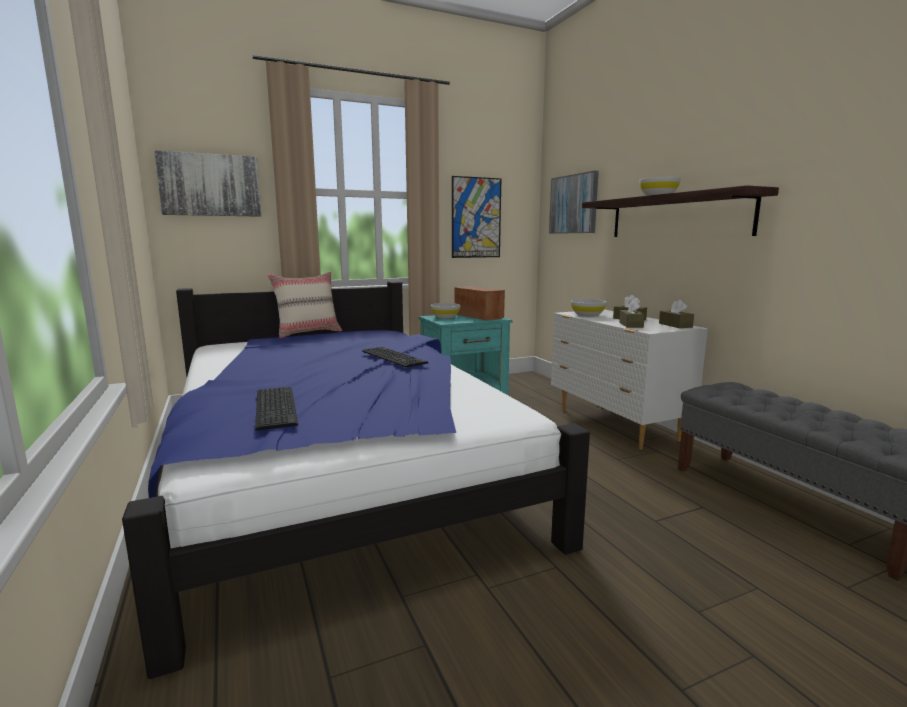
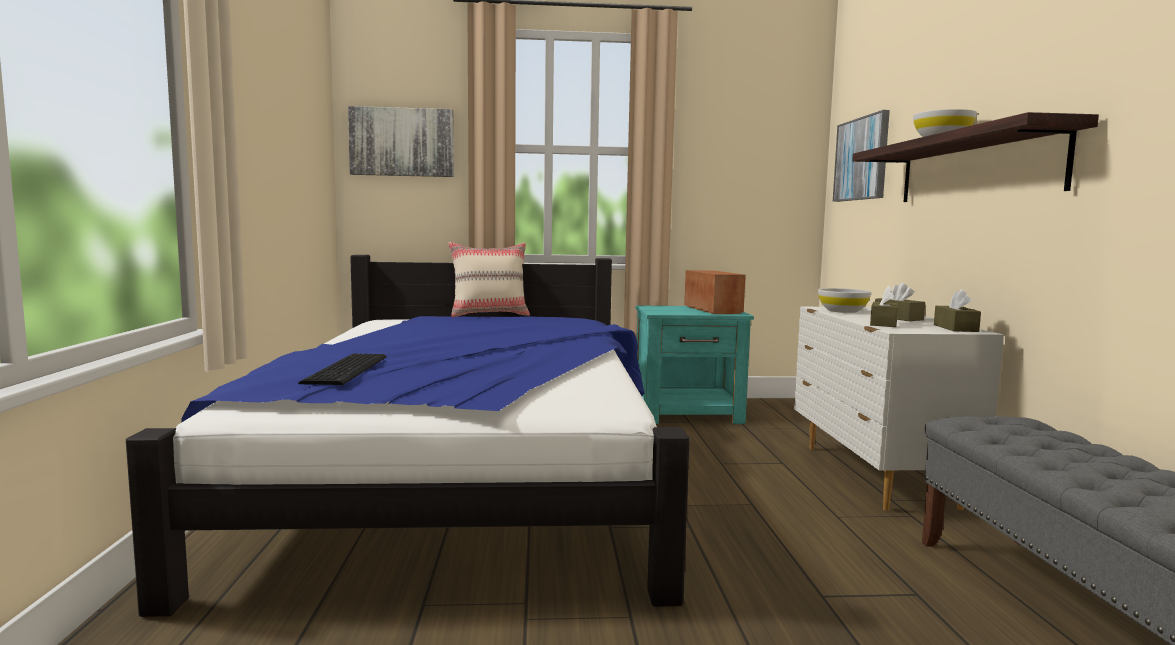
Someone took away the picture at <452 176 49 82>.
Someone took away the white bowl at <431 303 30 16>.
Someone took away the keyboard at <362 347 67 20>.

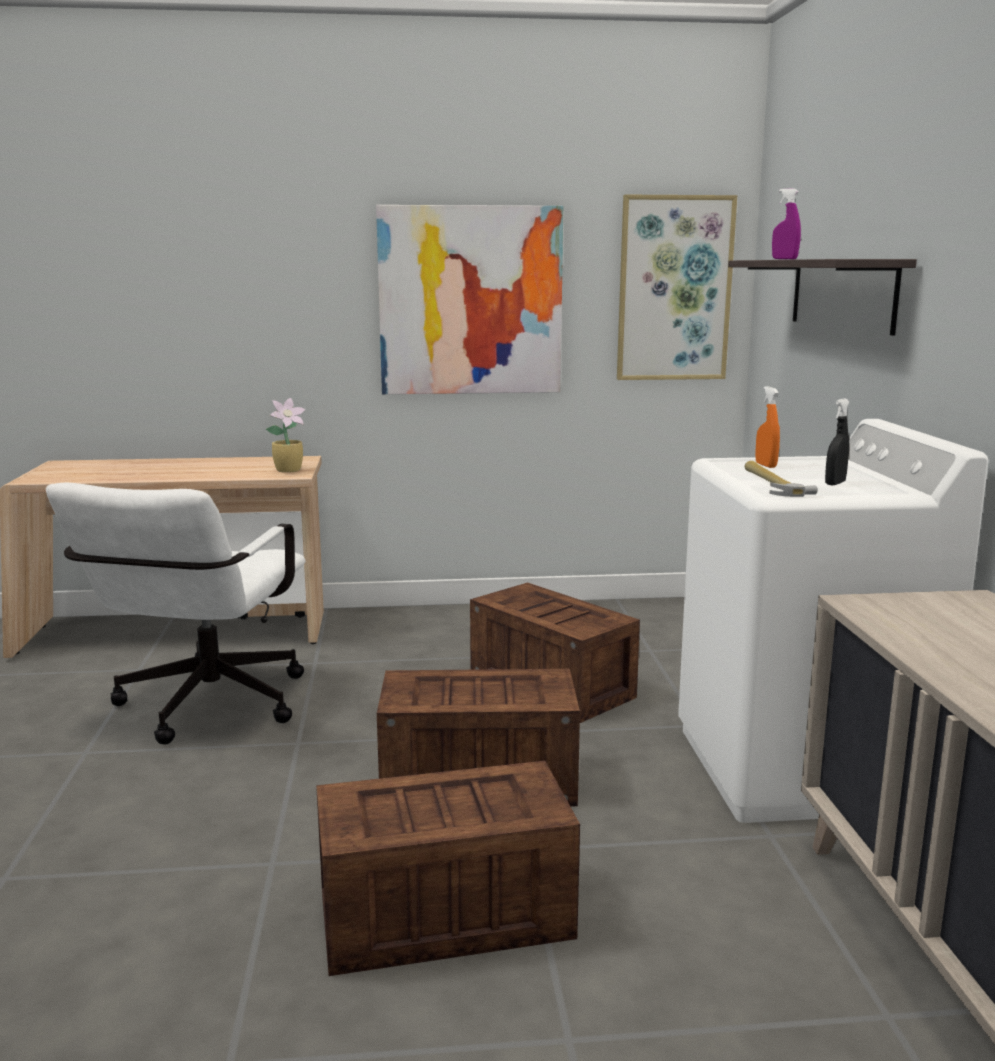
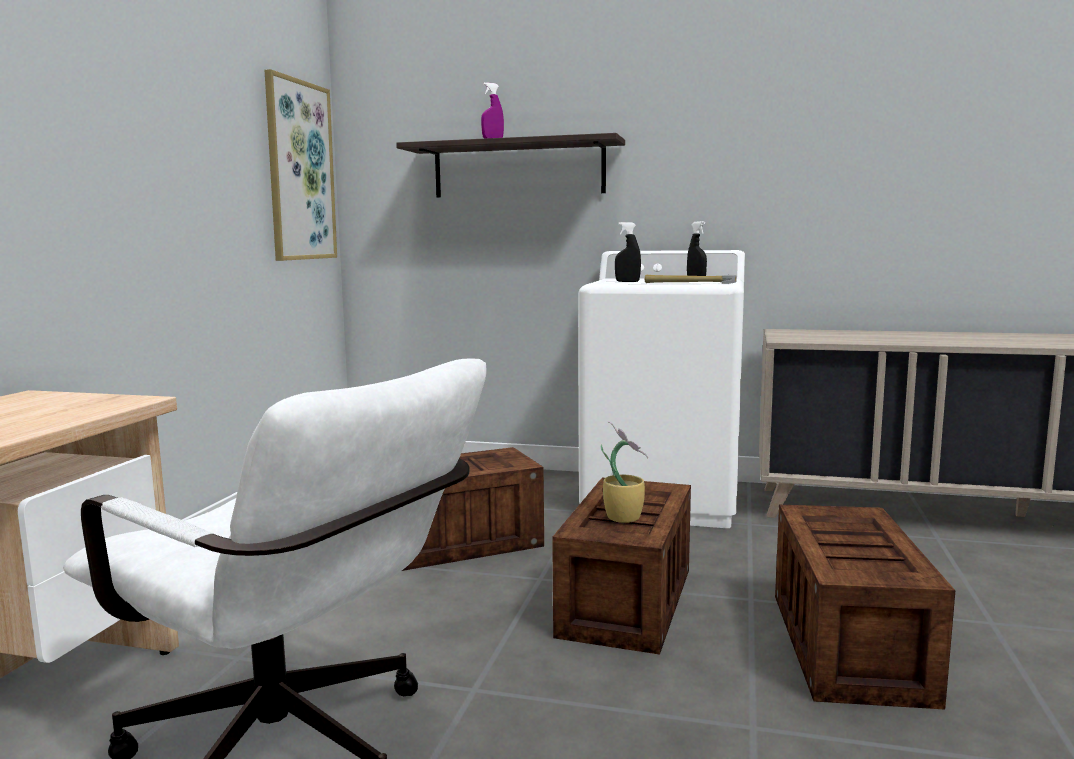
Someone took away the picture at <376 205 187 189>.
Someone repainted the orange spray bottle at <755 386 25 82>, which became the black spray bottle at <615 222 26 60>.
Someone carried the potted plant from <266 398 40 75> to <601 421 47 102>.

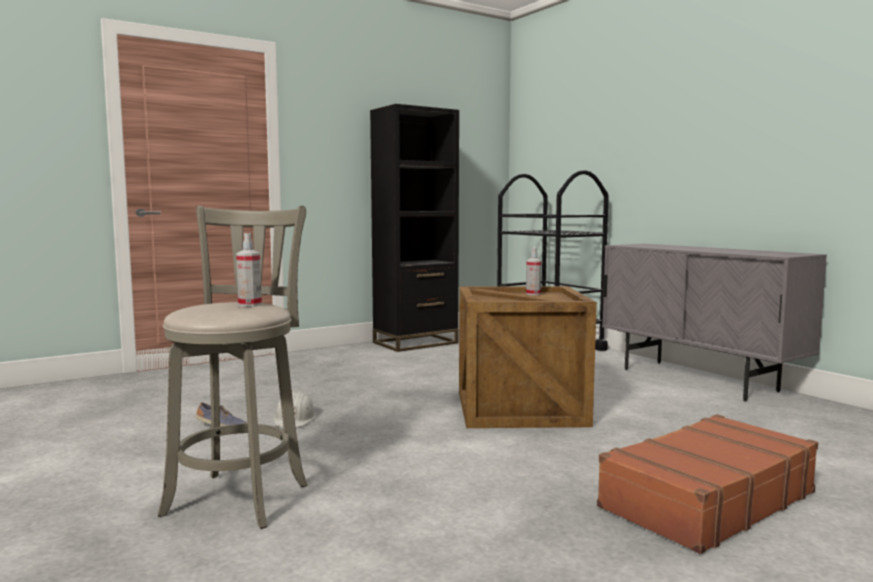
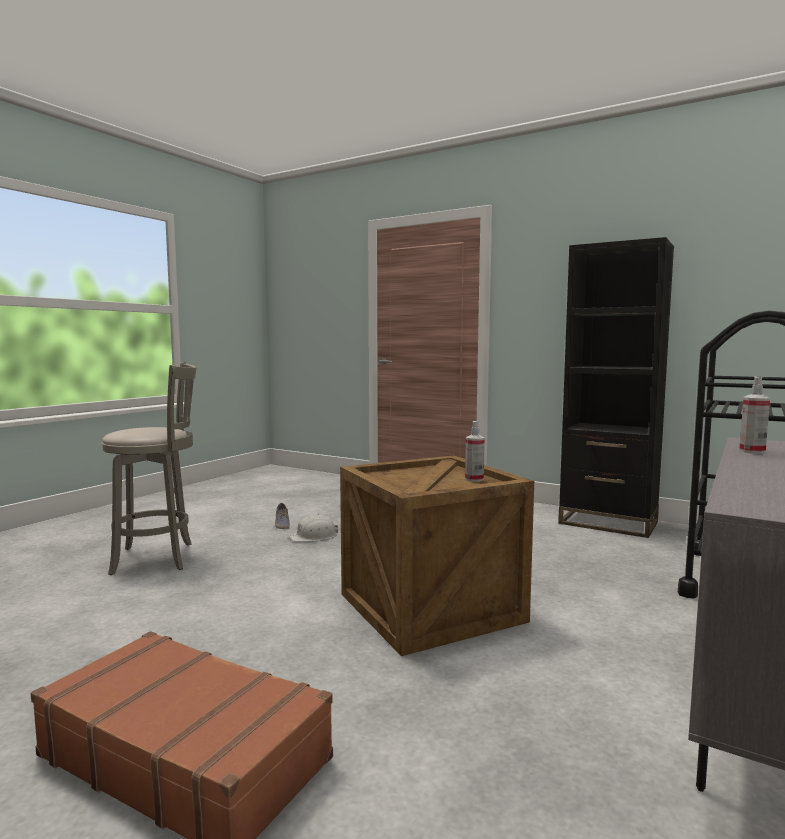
Someone carried the spray bottle from <236 233 26 74> to <739 377 31 77>.

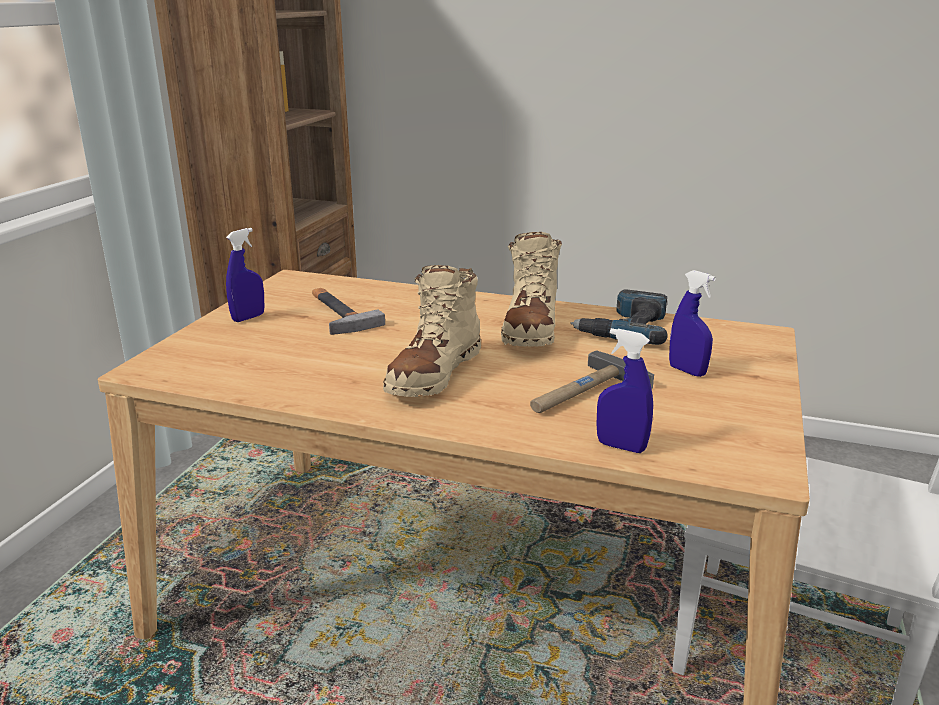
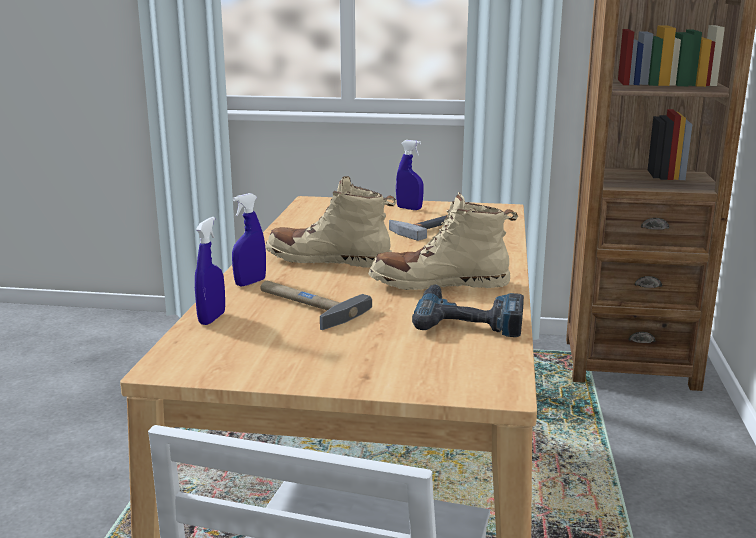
Someone carried the blue spray bottle from <669 270 47 107> to <232 193 34 94>.

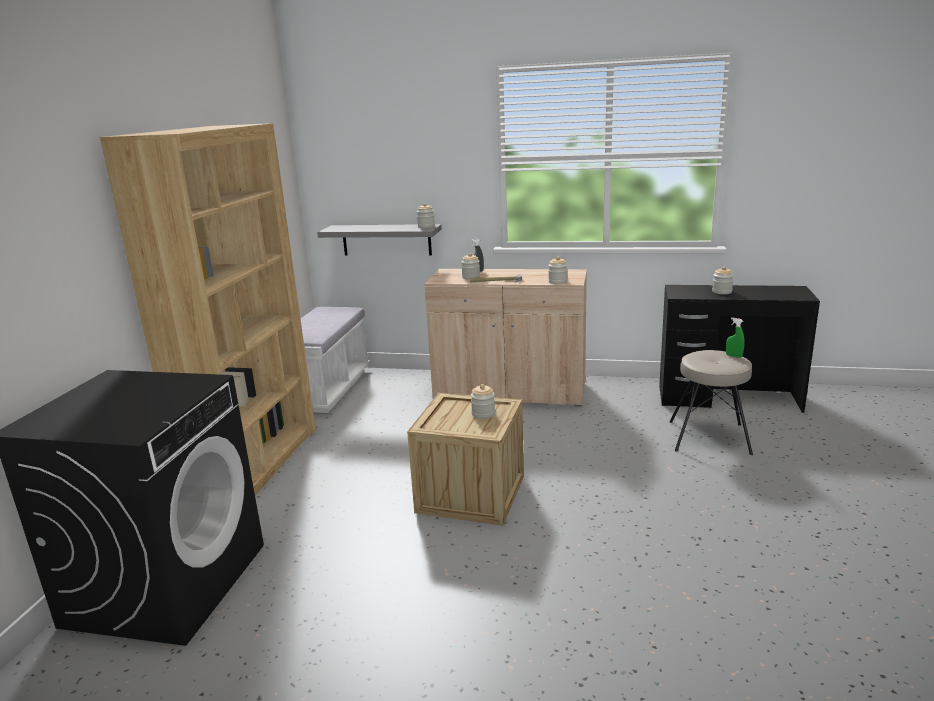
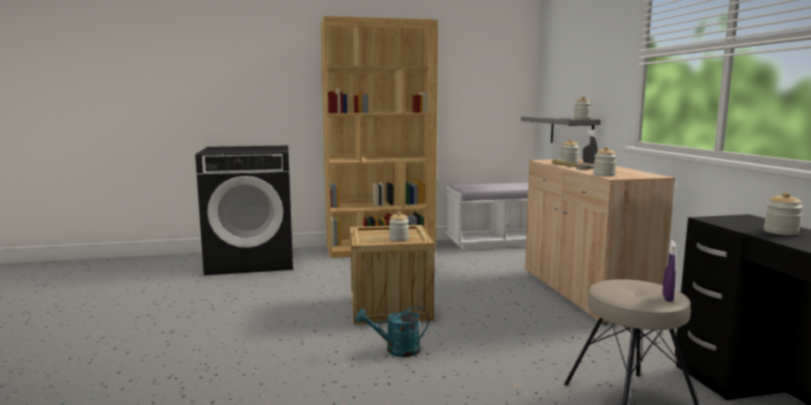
Someone repainted the green spray bottle at <726 318 19 40>, which became the purple spray bottle at <662 240 14 62>.
Someone put down the turquoise watering can at <356 306 73 51>.

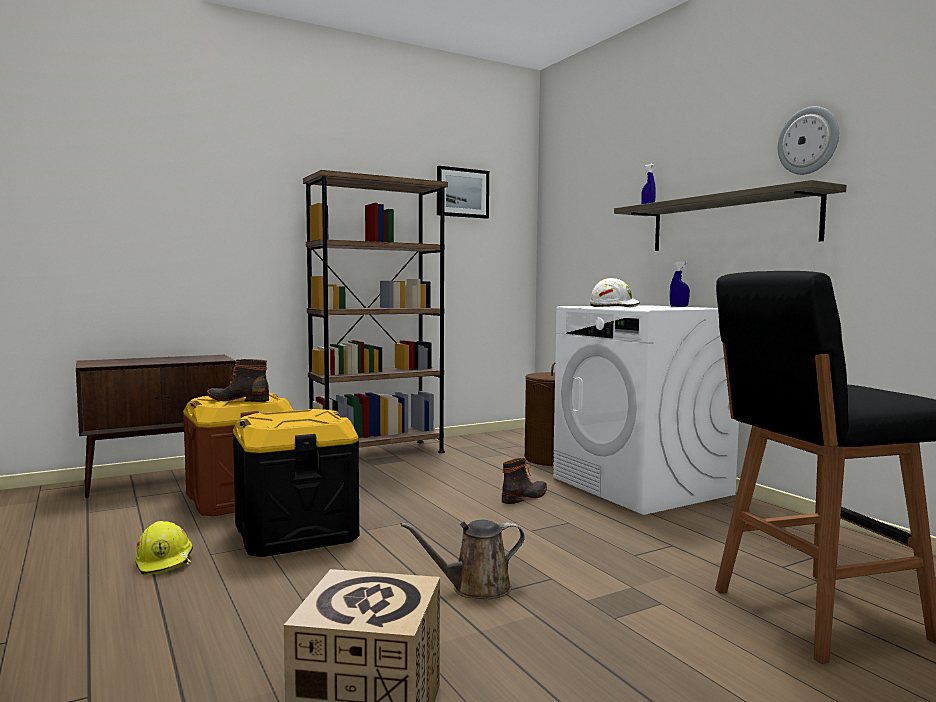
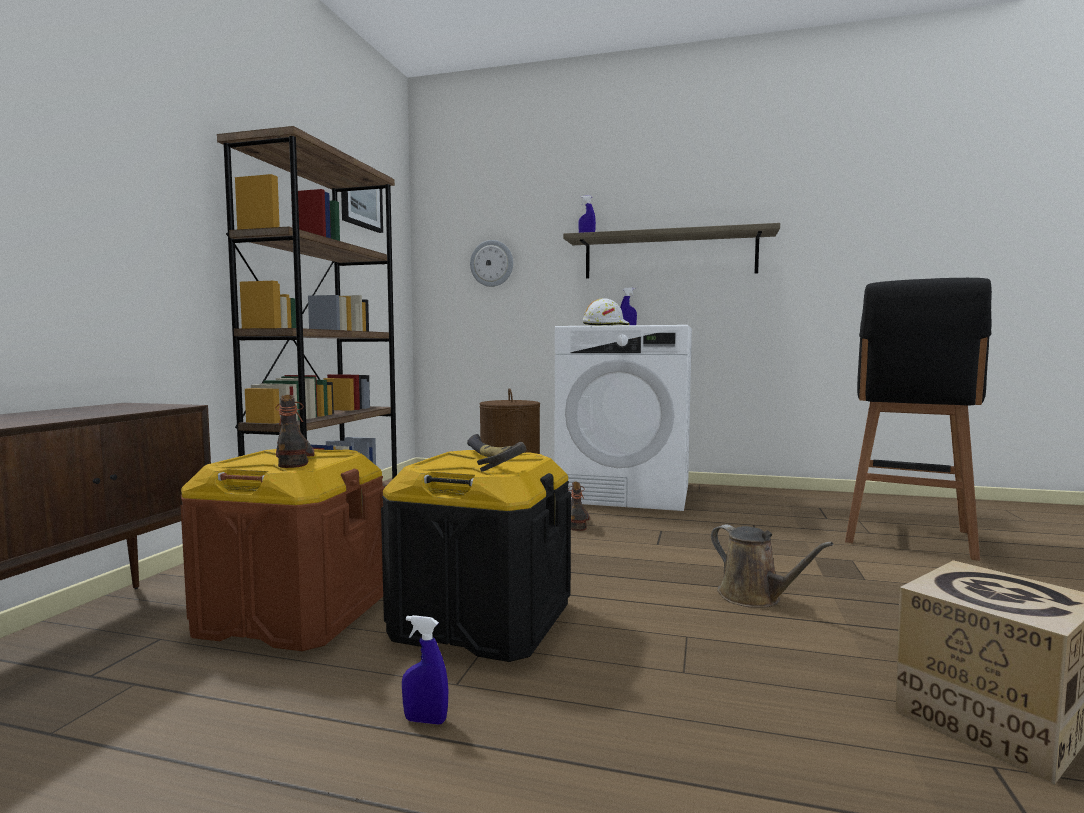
Someone carried the wall clock from <778 106 61 69> to <470 240 43 47>.
Someone rotated the boot at <207 359 62 43> by 105 degrees clockwise.
Someone rotated the brown watering can at <400 520 125 79> by 60 degrees counterclockwise.
Someone swapped the yellow hard hat at <135 521 58 54> for the blue spray bottle at <402 615 46 110>.
Someone put down the hammer at <467 434 60 38>.

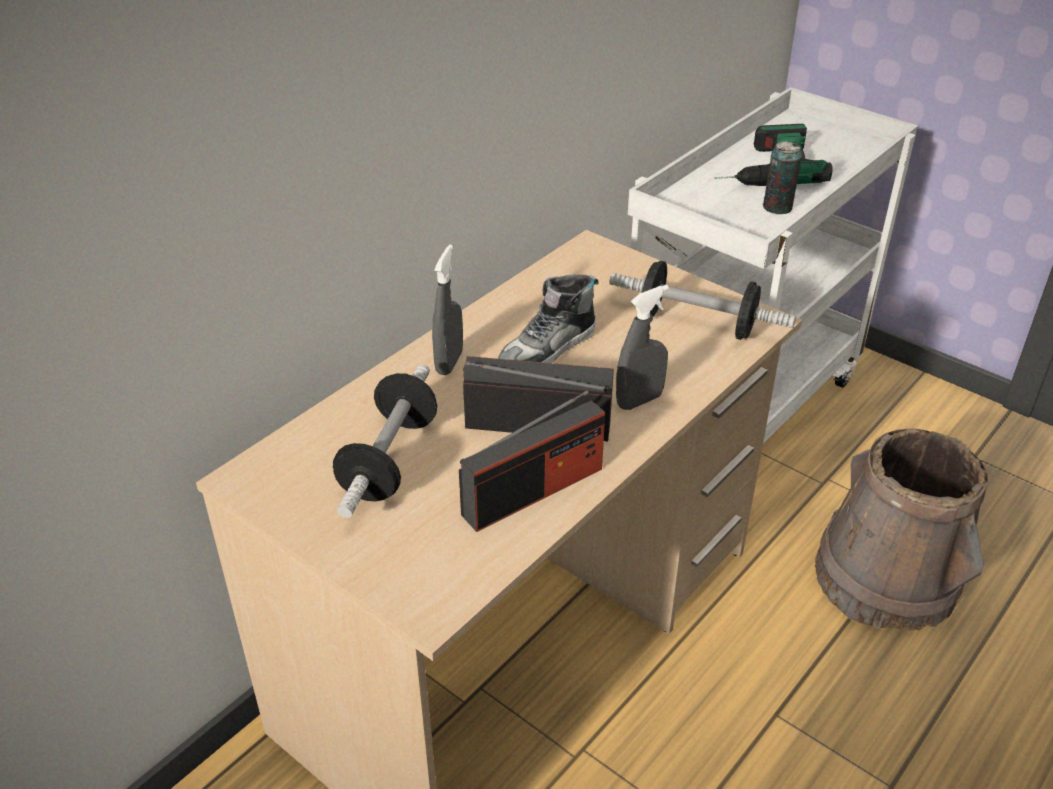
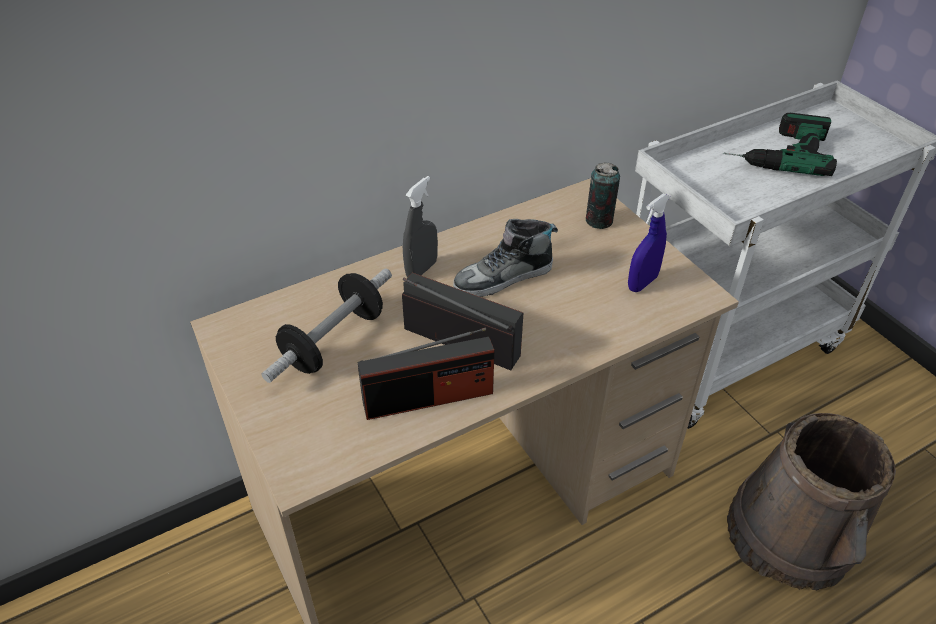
Someone carried the can from <763 141 39 73> to <586 163 34 66>.
Someone swapped the dumbbell at <609 261 187 79> for the blue spray bottle at <628 194 42 98>.
Someone took away the grey spray bottle at <616 285 53 125>.

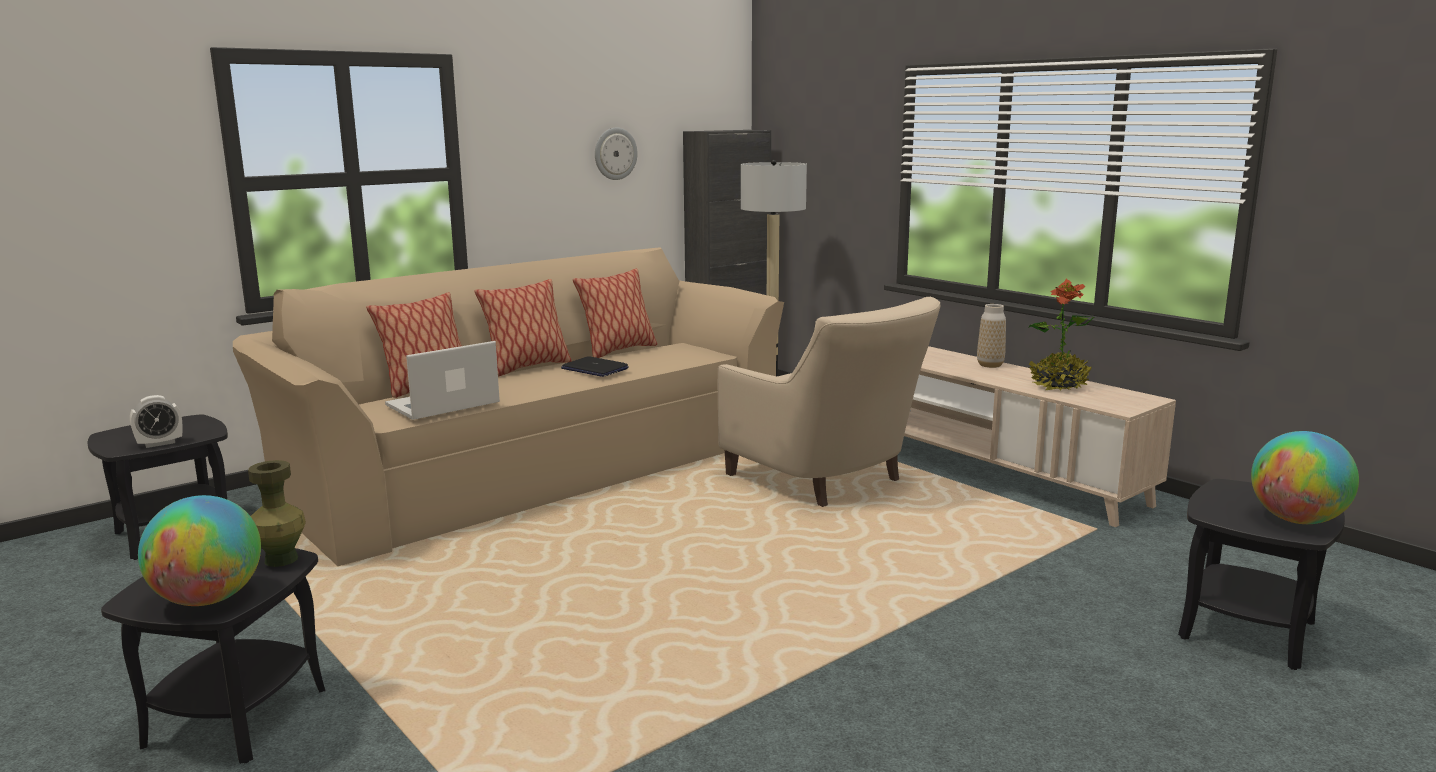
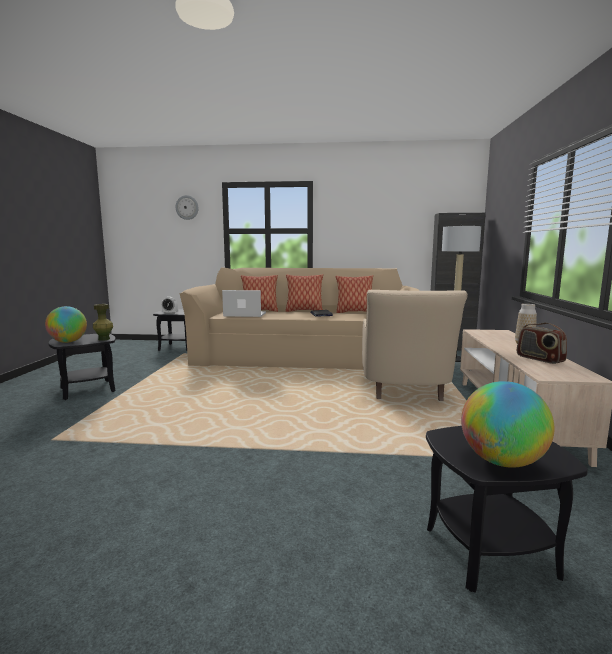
Someone carried the wall clock from <595 127 42 53> to <176 195 23 25>.
Someone swapped the potted plant at <1028 279 66 111> for the radio at <517 322 50 42>.

